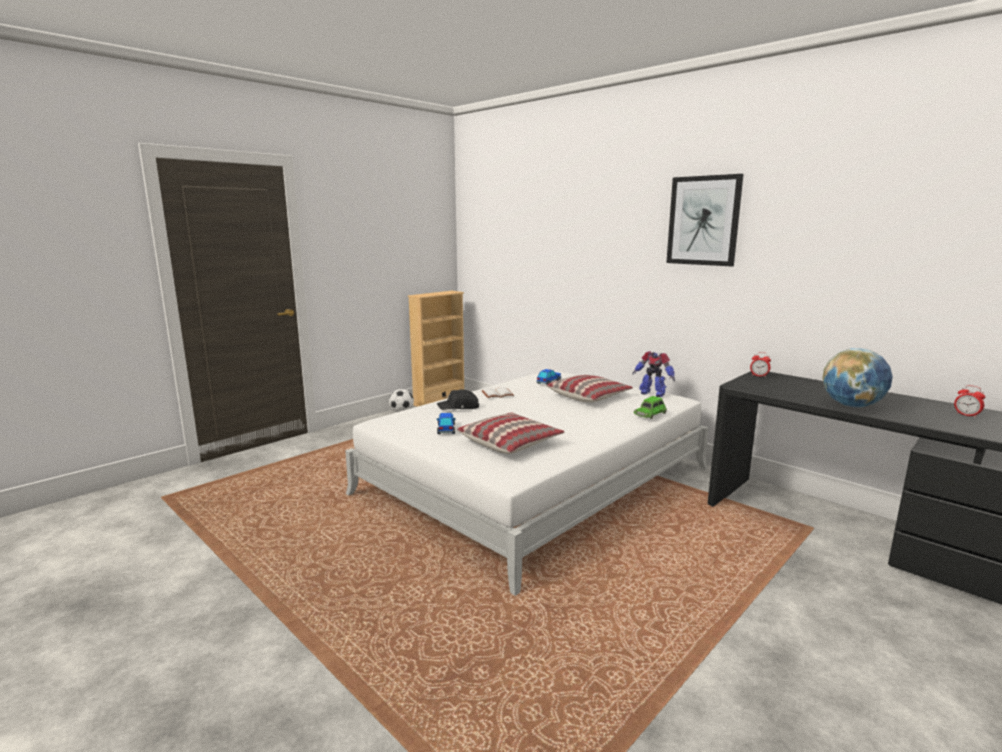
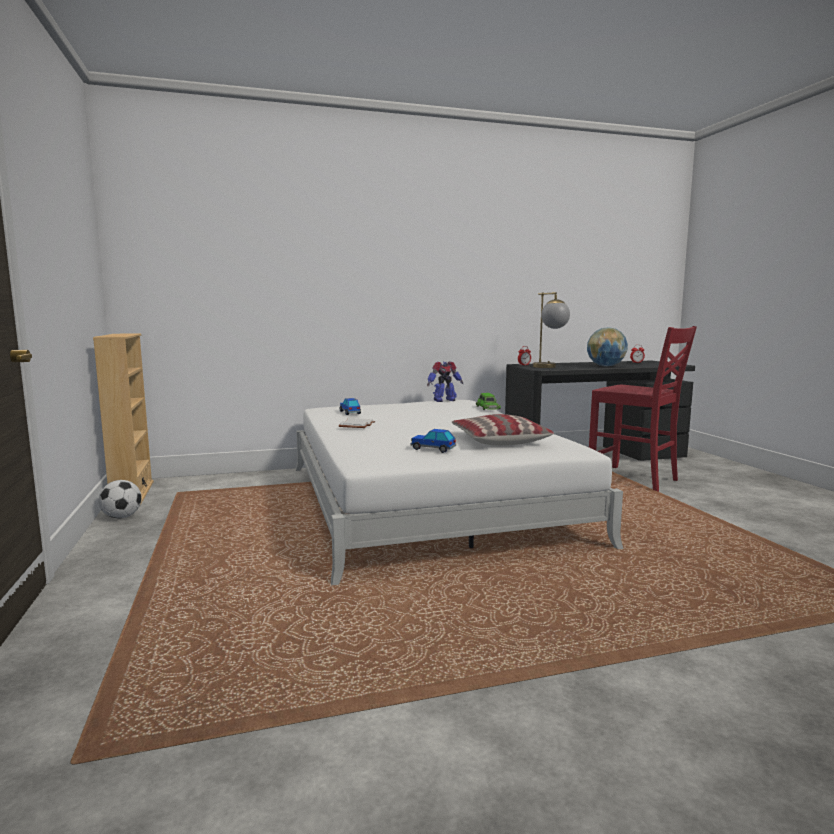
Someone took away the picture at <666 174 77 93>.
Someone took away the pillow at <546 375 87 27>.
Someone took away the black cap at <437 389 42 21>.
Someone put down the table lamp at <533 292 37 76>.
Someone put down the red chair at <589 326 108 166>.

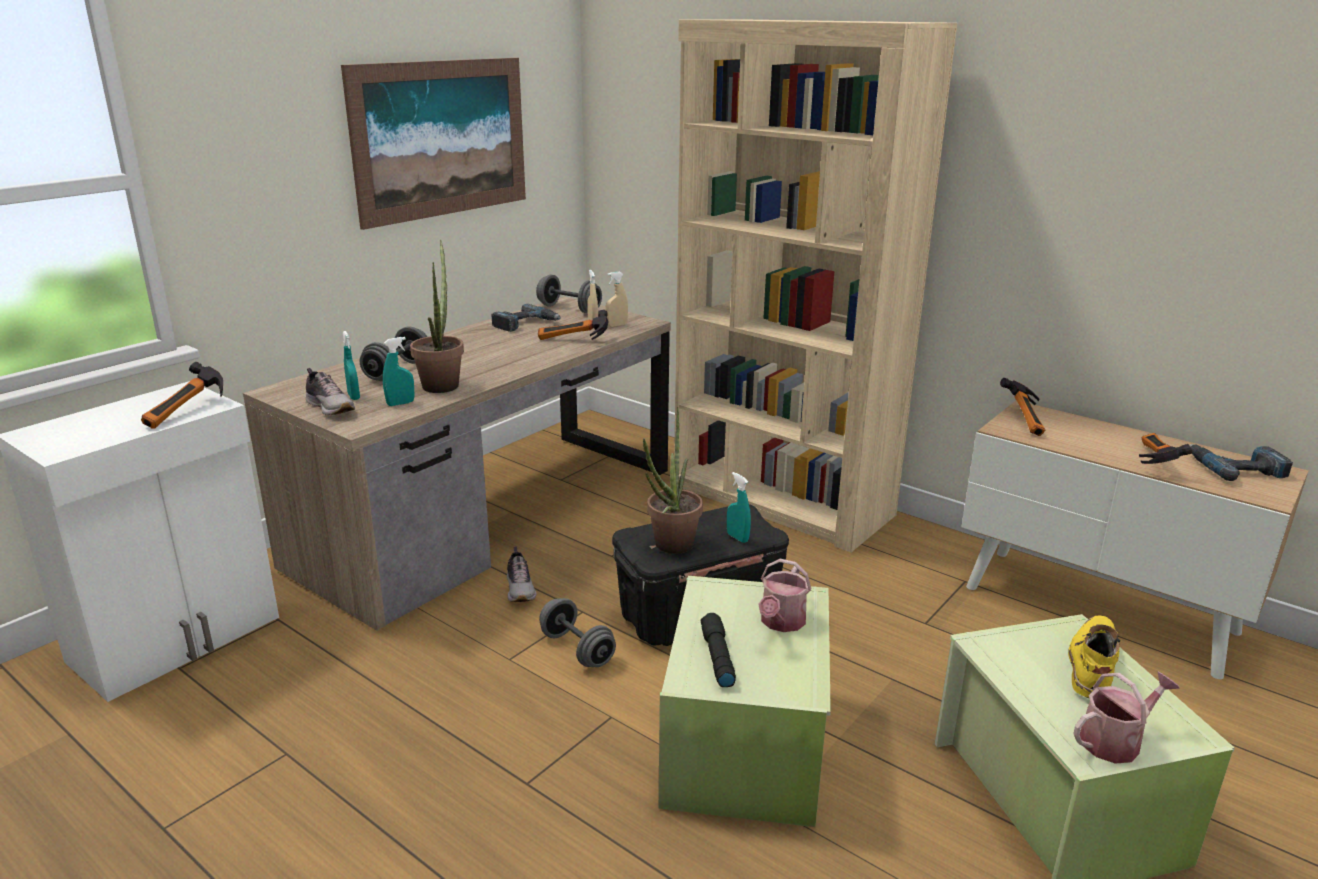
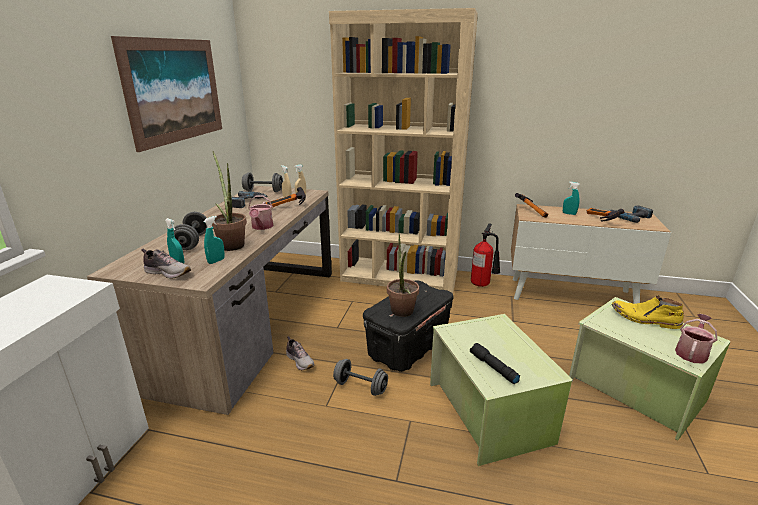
Someone took away the hammer at <141 362 82 66>.
Someone carried the turquoise spray bottle from <727 472 24 71> to <563 182 17 33>.
Someone carried the watering can from <759 559 52 73> to <248 196 25 34>.
Someone rotated the yellow boot at <1068 615 52 84> by 60 degrees counterclockwise.
Someone put down the fire extinguisher at <471 223 29 64>.

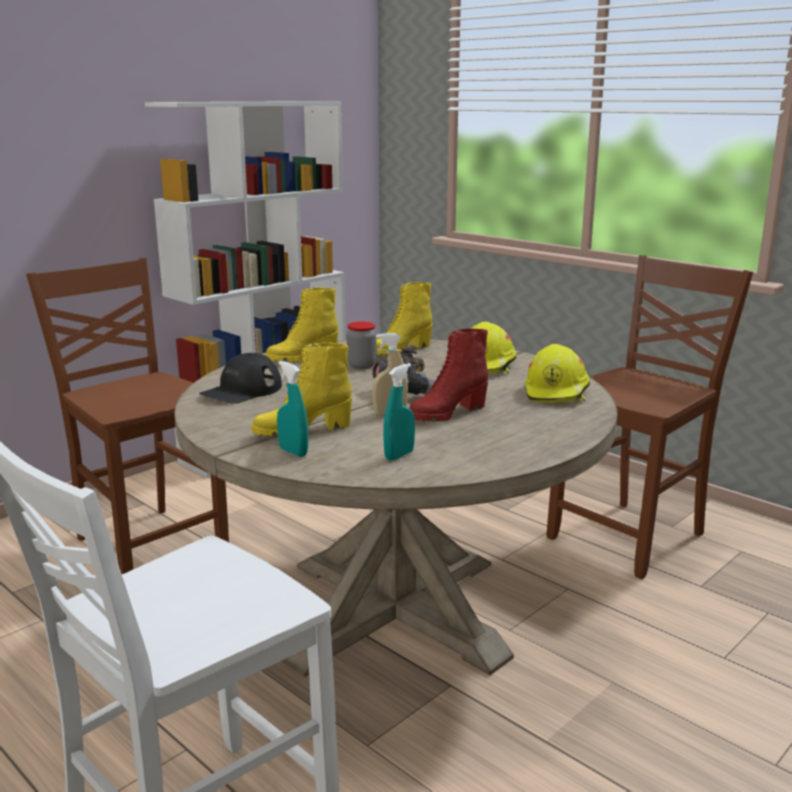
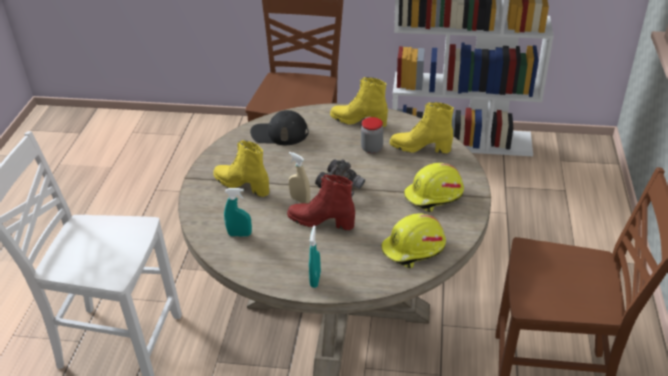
Someone carried the turquoise spray bottle from <277 361 31 96> to <309 226 12 62>.

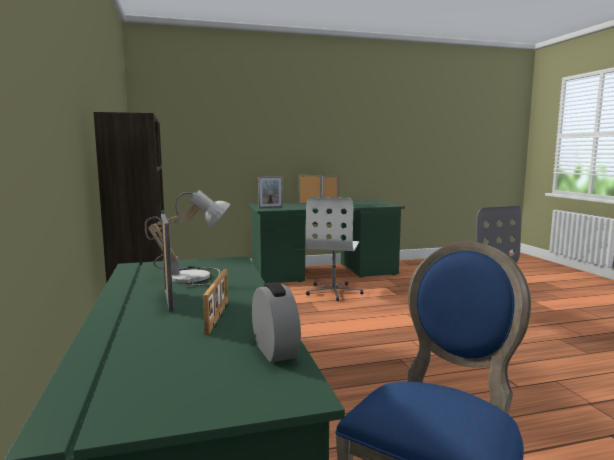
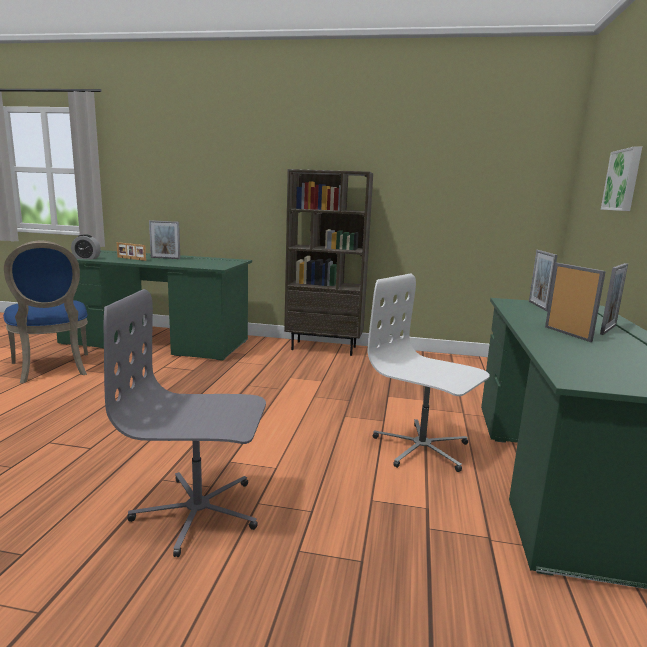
Someone took away the table lamp at <145 190 86 97>.
Someone put up the picture at <601 146 41 65>.

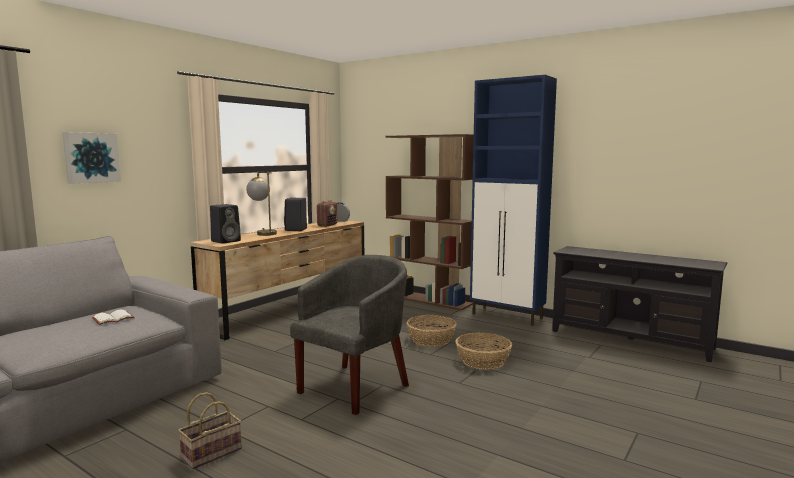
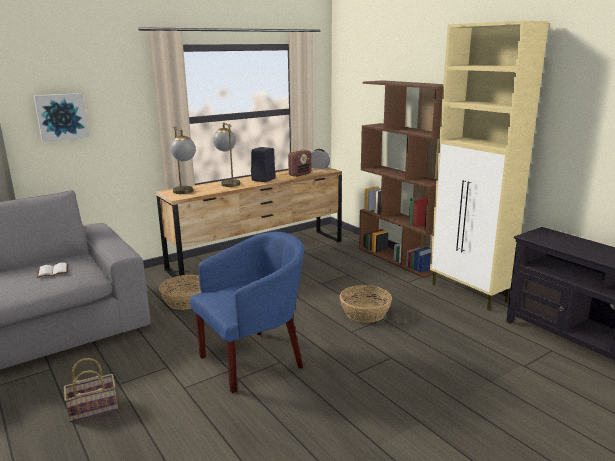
Someone repainted the blue cabinet at <470 75 87 251>, which became the beige cabinet at <430 21 119 290>.
Someone swapped the black speaker at <210 204 31 40> for the table lamp at <171 127 25 67>.
Someone repainted the grey armchair at <290 255 119 160>, which became the blue armchair at <190 232 114 161>.
Someone carried the basket from <456 333 56 37> to <159 275 42 35>.

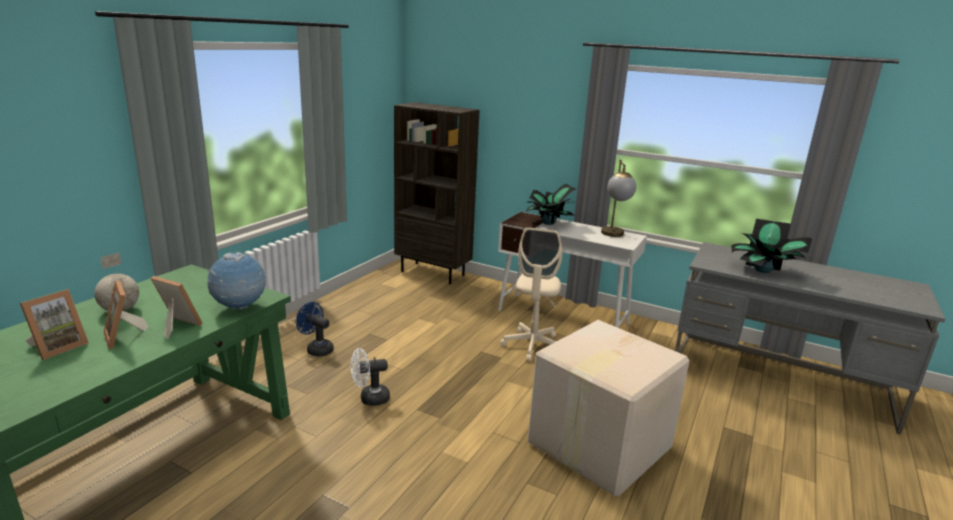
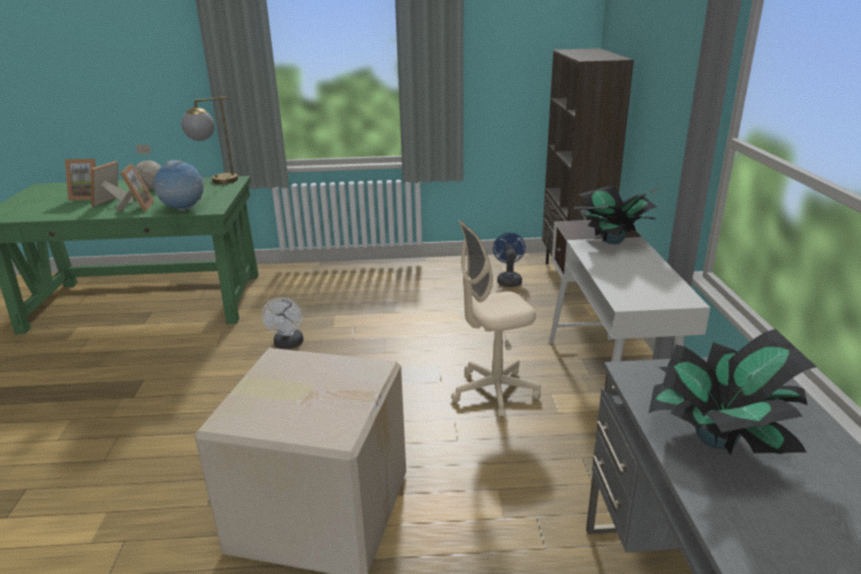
Someone carried the table lamp from <601 159 35 78> to <181 97 57 87>.
Someone carried the blue fan from <296 302 38 55> to <493 233 33 54>.
Someone rotated the white fan at <351 348 39 58> by 135 degrees counterclockwise.

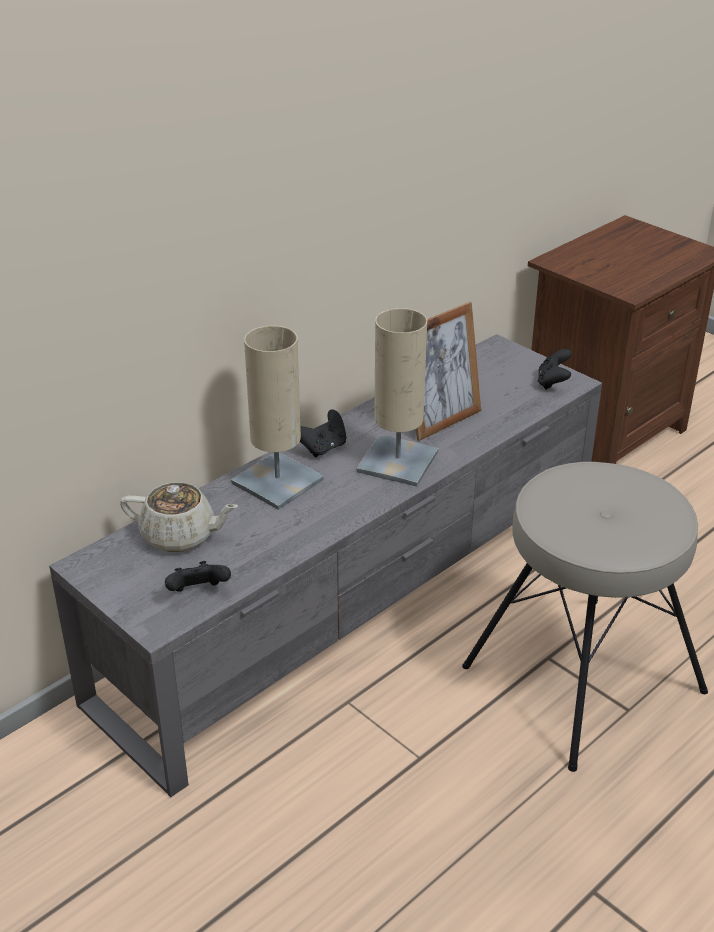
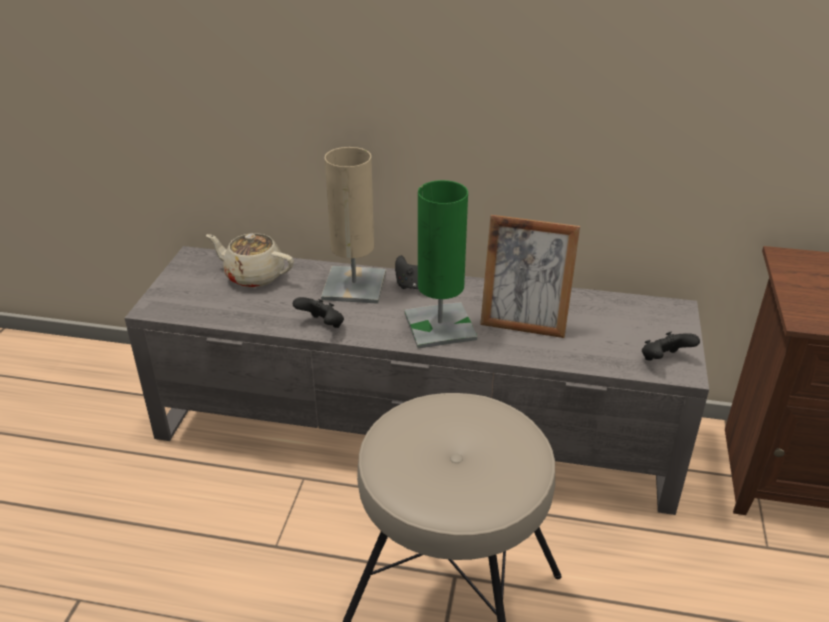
Someone repainted the beige table lamp at <356 308 83 178>, which became the green table lamp at <404 180 73 168>.
Someone rotated the beige teapot at <120 482 118 70> by 135 degrees clockwise.
Someone carried the black game controller from <165 561 66 31> to <293 297 51 31>.

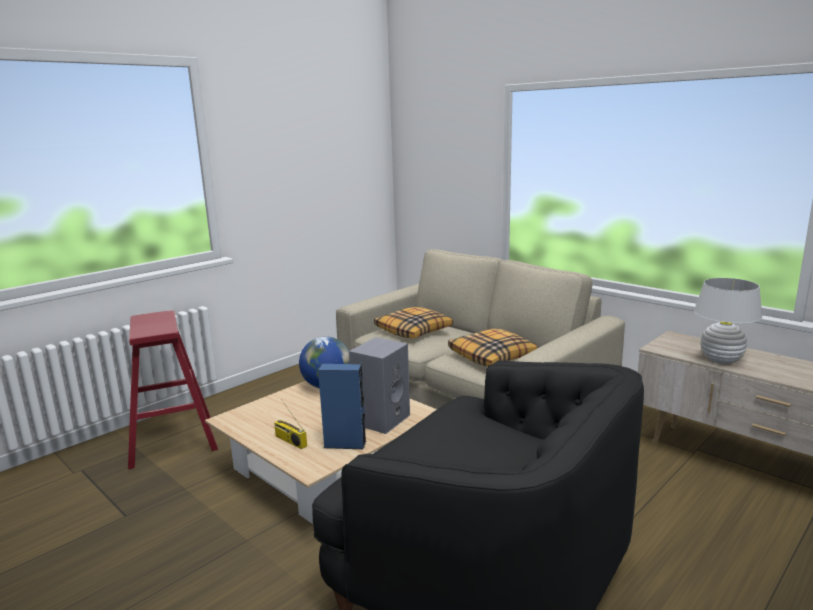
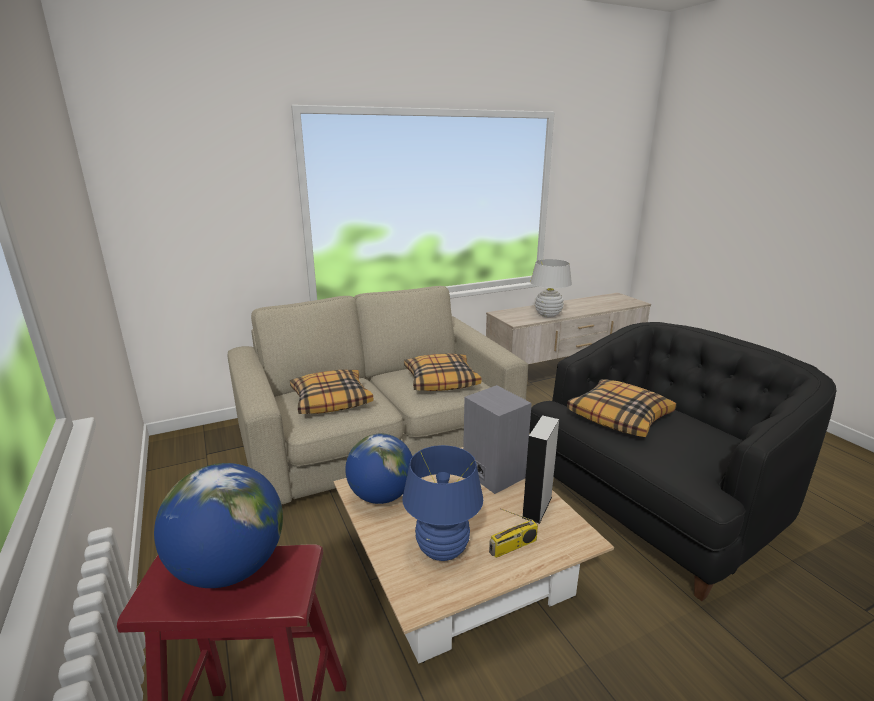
Someone repainted the blue speaker at <318 364 48 85>, which became the grey speaker at <522 415 37 109>.
Someone put down the pillow at <567 379 110 58>.
Someone put down the blue table lamp at <402 445 81 116>.
Someone put down the globe at <154 463 129 125>.

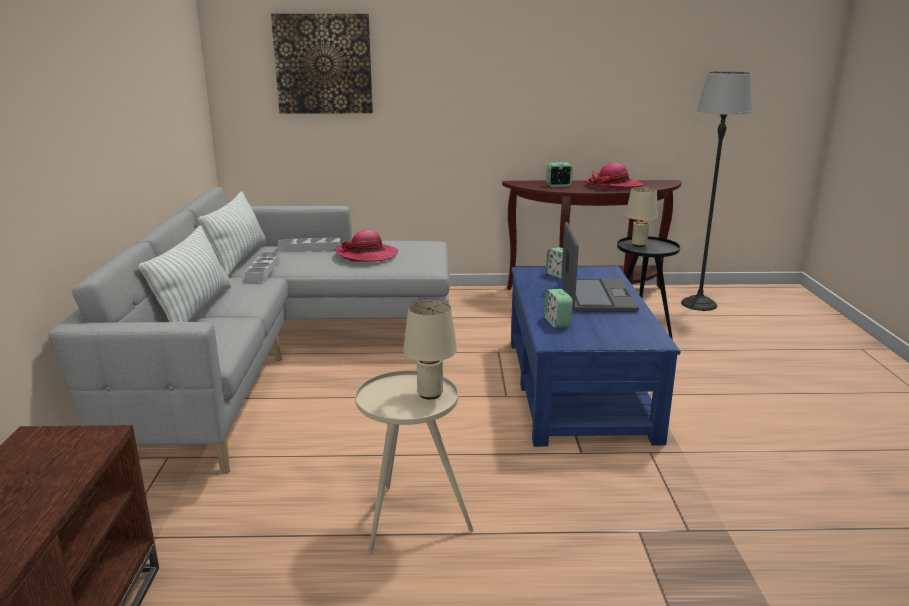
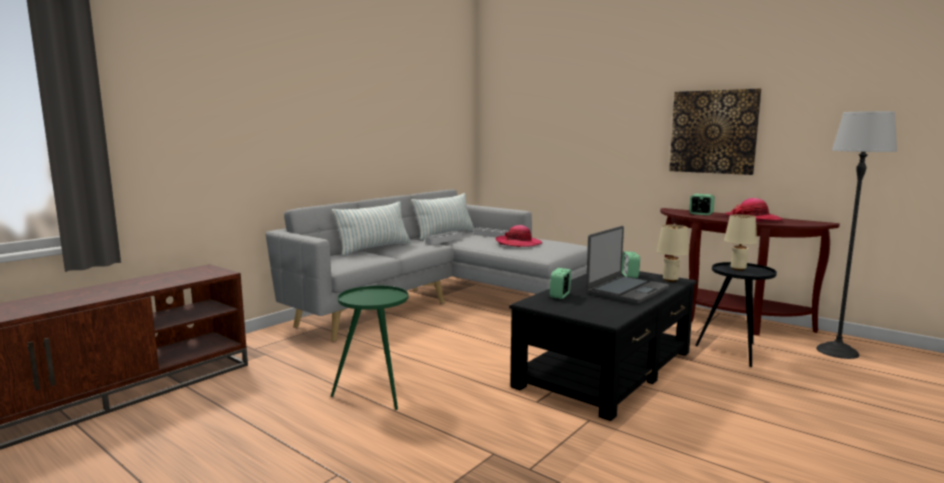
Someone carried the picture from <271 14 102 100> to <669 89 92 86>.
Someone repainted the blue coffee table at <511 266 169 181>, which became the black coffee table at <509 271 188 150>.
Someone carried the beige table lamp from <403 300 54 99> to <657 225 32 57>.
Someone repainted the beige side table at <355 370 119 185>, which became the green side table at <331 286 78 124>.

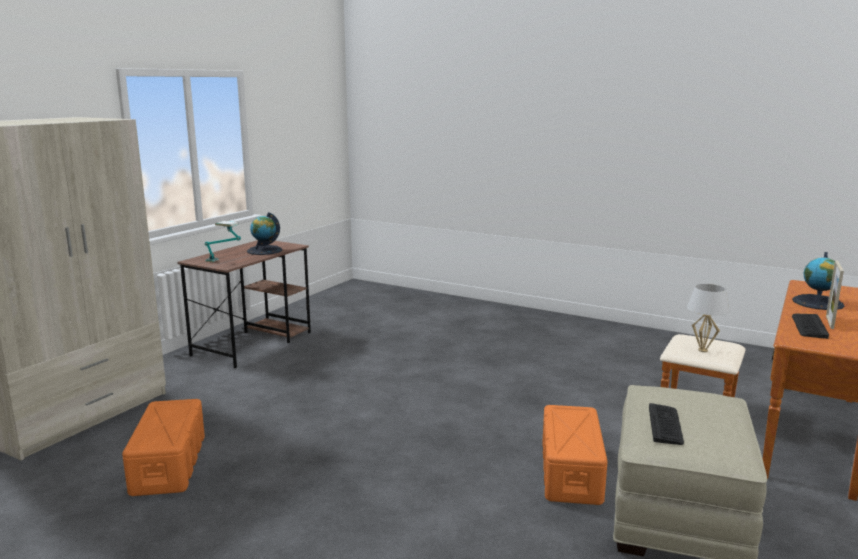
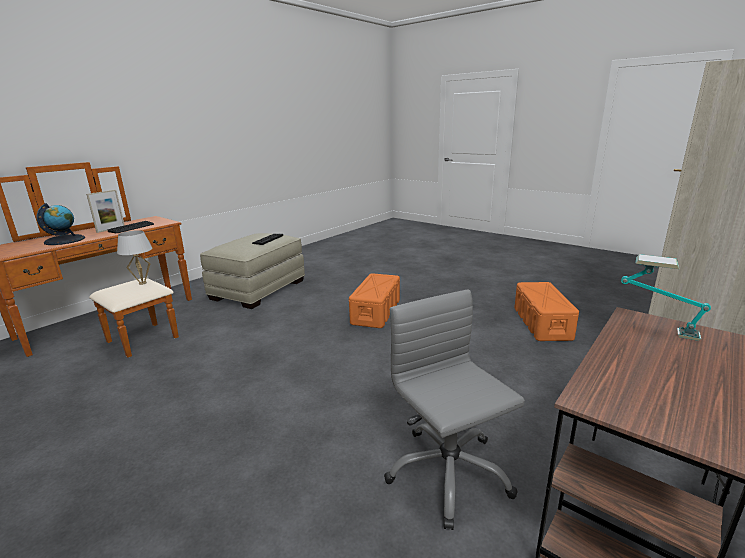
Someone took away the globe at <247 212 35 43>.
Someone carried the orange storage box from <542 405 66 100> to <349 273 51 55>.
Someone put down the grey office chair at <384 289 141 241>.

